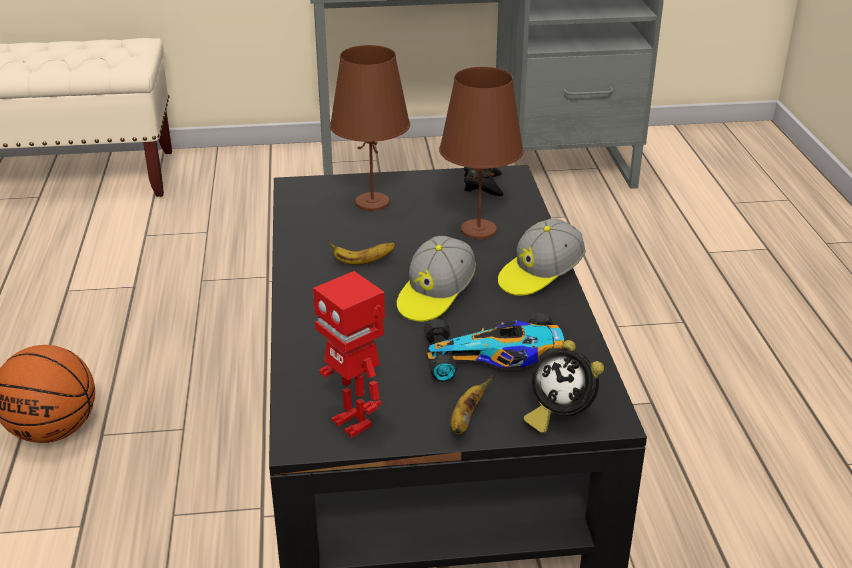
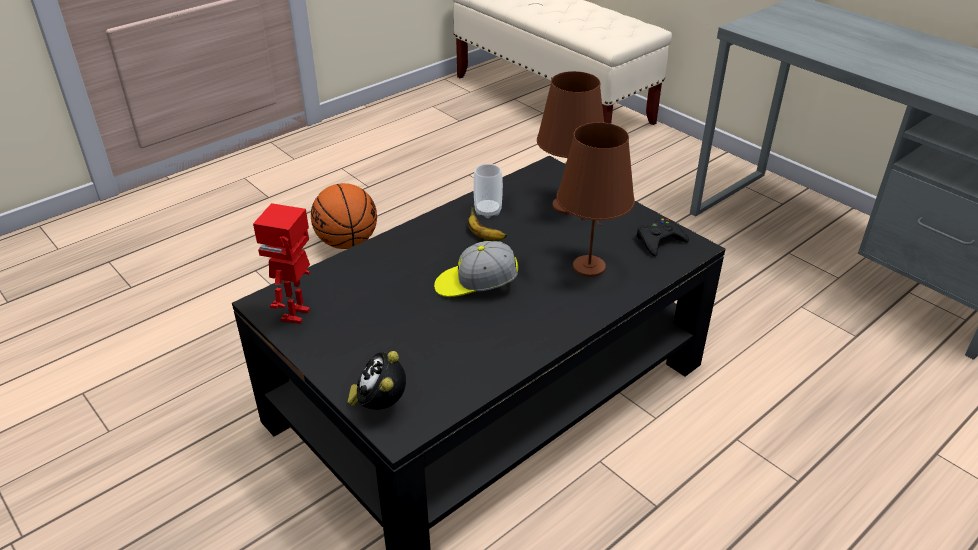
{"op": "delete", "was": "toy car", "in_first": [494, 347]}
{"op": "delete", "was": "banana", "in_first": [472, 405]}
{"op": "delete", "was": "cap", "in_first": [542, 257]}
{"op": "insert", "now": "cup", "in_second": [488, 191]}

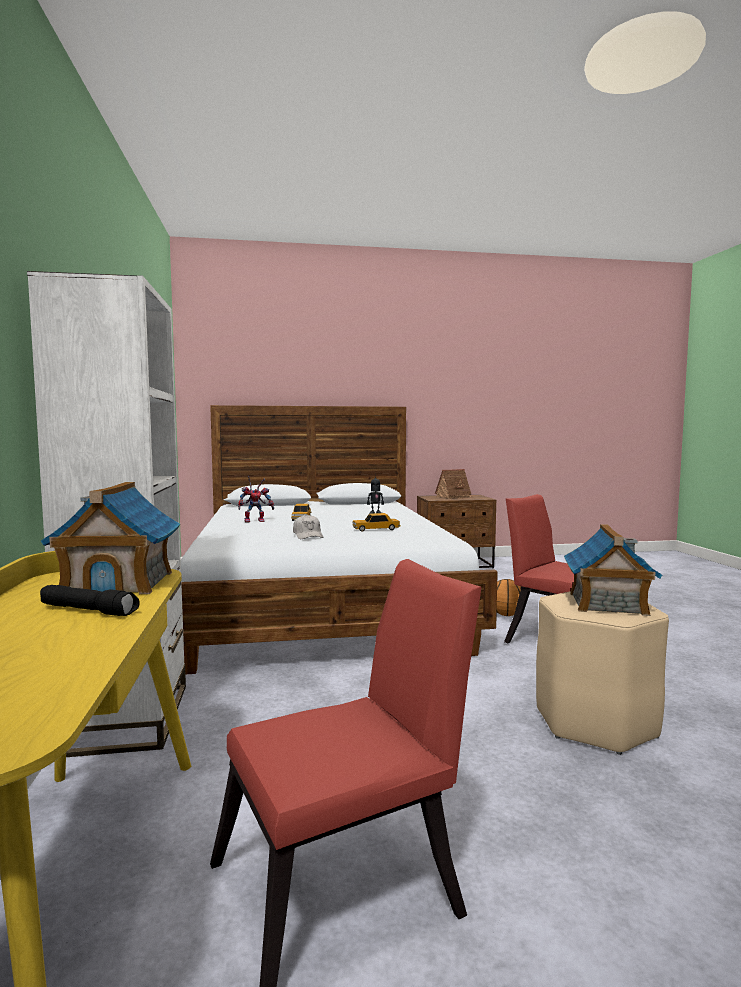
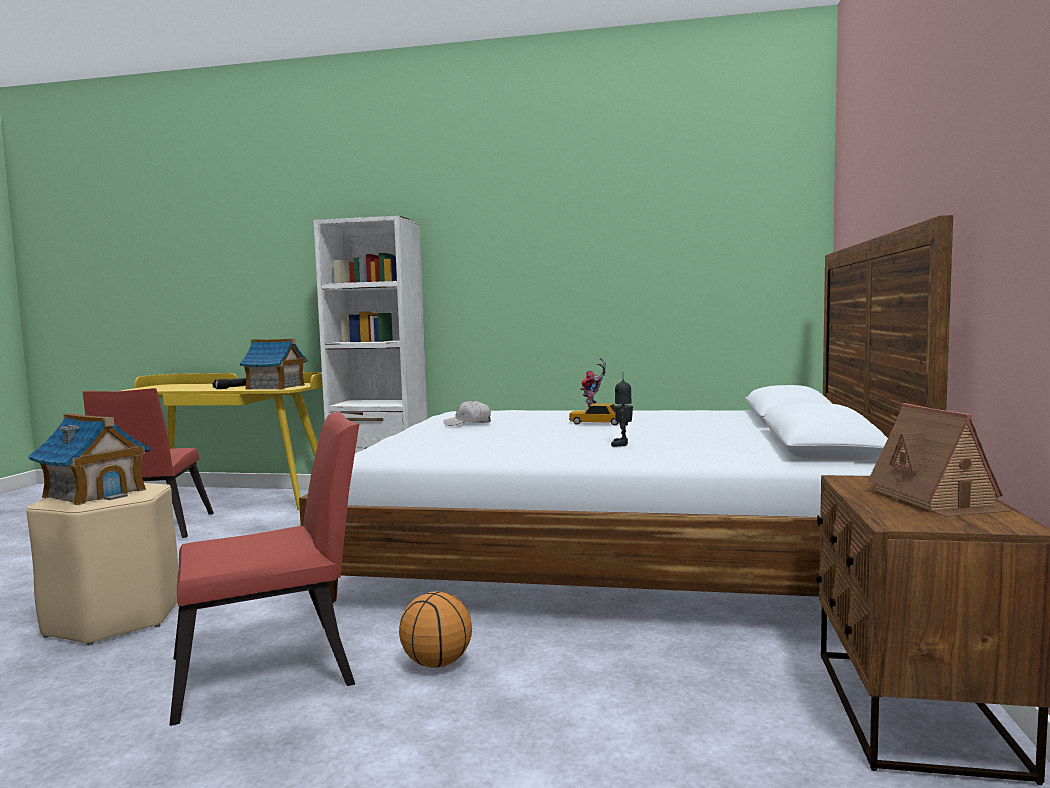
{"op": "delete", "was": "toy car", "in_first": [376, 522]}

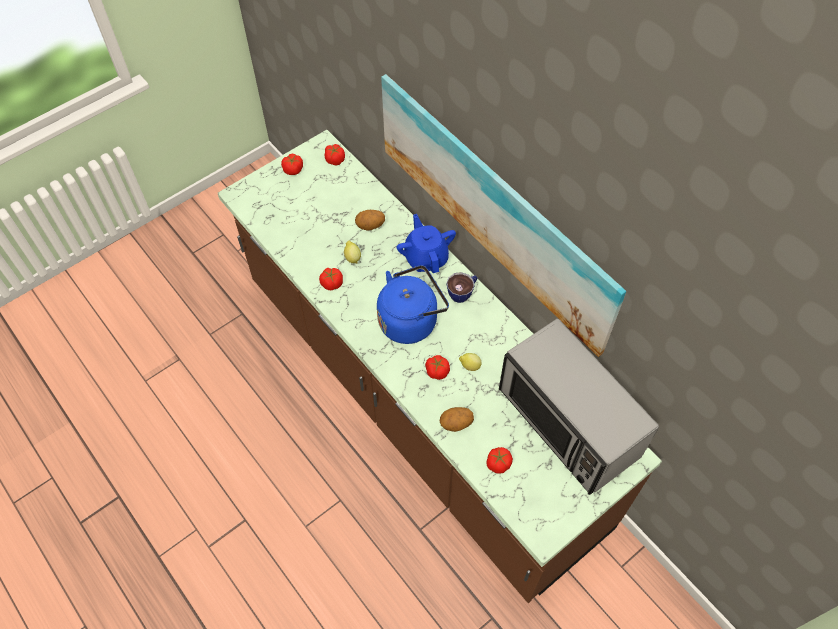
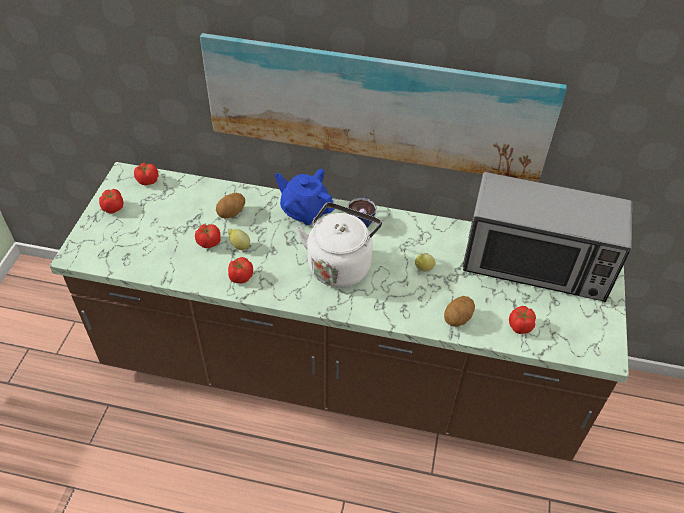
{"op": "recolor", "was": "blue kettle", "now": "white kettle", "in_first": [413, 304], "in_second": [339, 244]}
{"op": "move", "was": "tomato", "in_first": [437, 367], "in_second": [208, 236]}

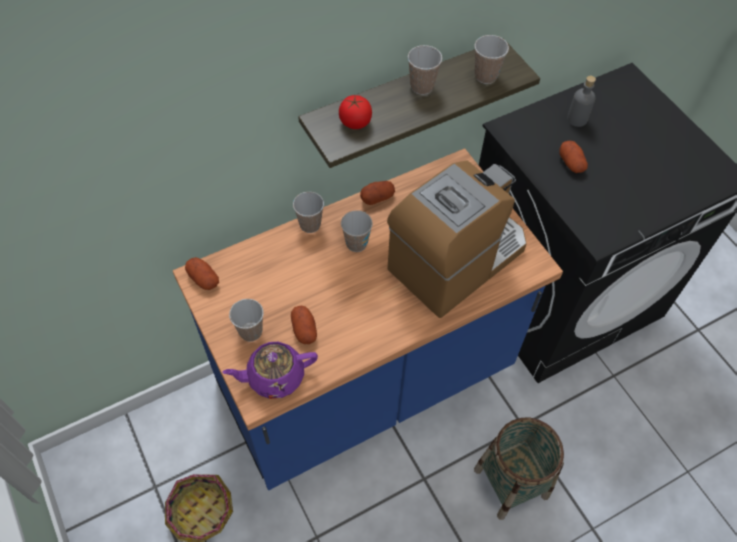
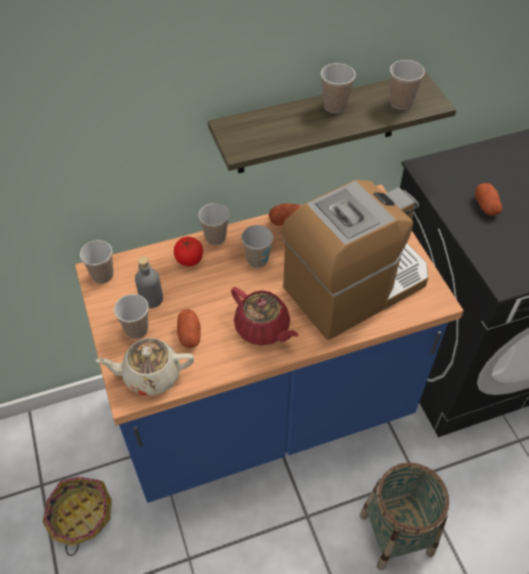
{"op": "replace", "was": "potato", "now": "cup", "in_first": [202, 273], "in_second": [96, 262]}
{"op": "recolor", "was": "purple teapot", "now": "beige teapot", "in_first": [270, 370], "in_second": [145, 367]}
{"op": "move", "was": "tomato", "in_first": [355, 112], "in_second": [188, 251]}
{"op": "move", "was": "grey bottle", "in_first": [581, 101], "in_second": [149, 282]}
{"op": "insert", "now": "red teapot", "in_second": [264, 316]}

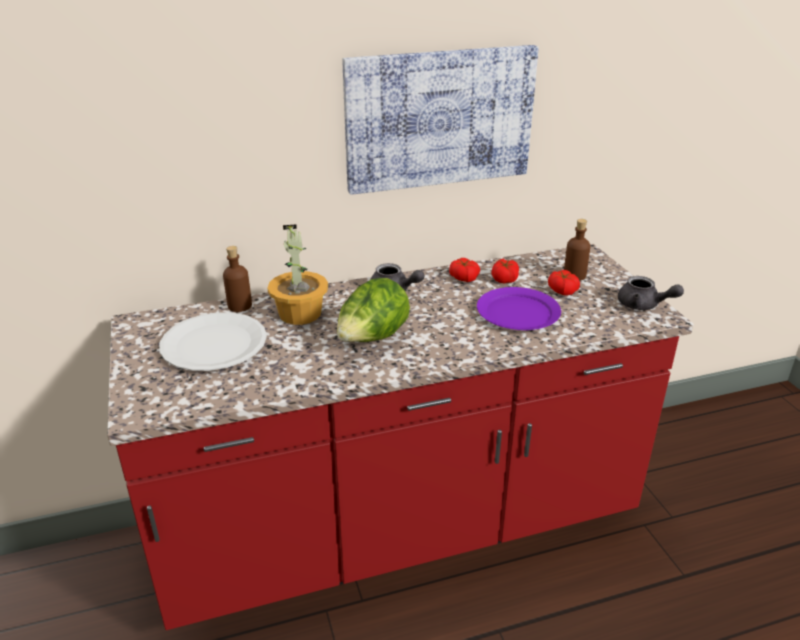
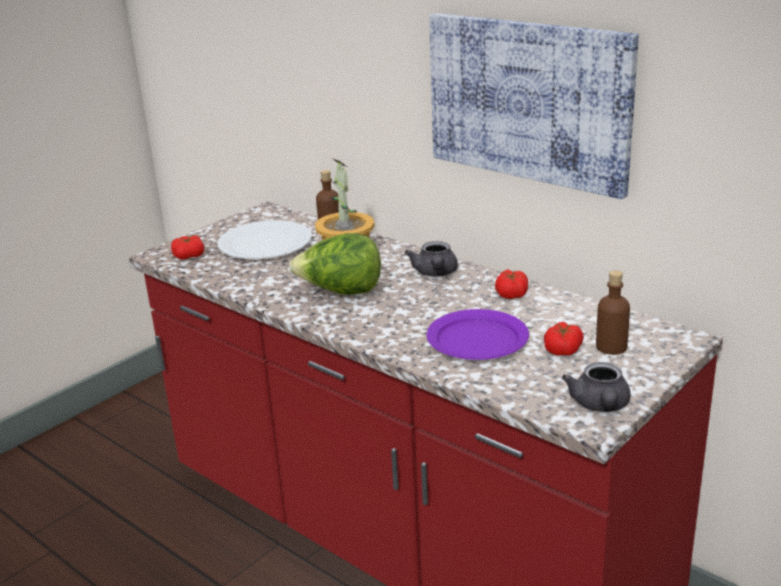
{"op": "move", "was": "tomato", "in_first": [505, 271], "in_second": [187, 247]}

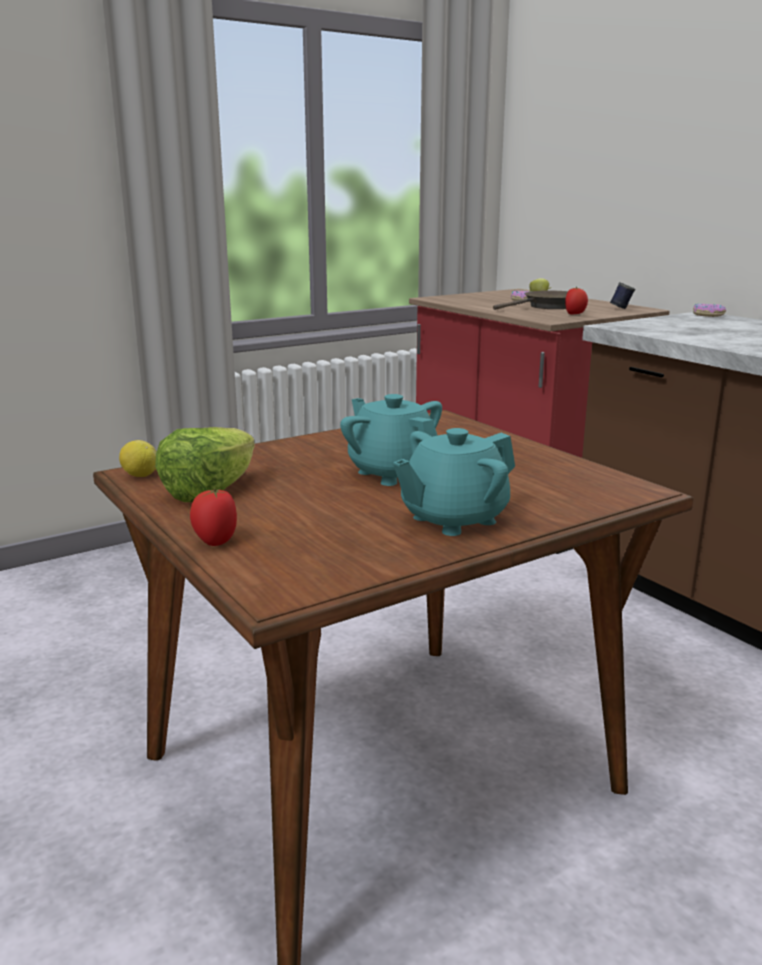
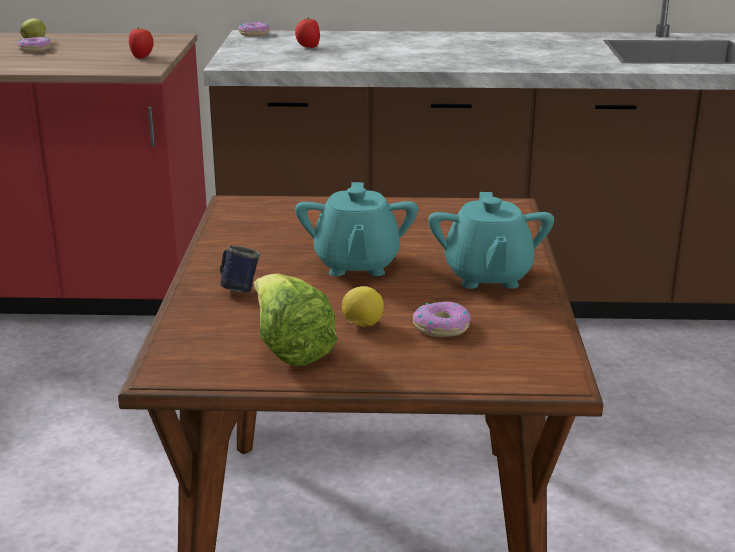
{"op": "move", "was": "lemon", "in_first": [137, 458], "in_second": [363, 306]}
{"op": "move", "was": "tomato", "in_first": [213, 517], "in_second": [307, 33]}
{"op": "rotate", "was": "turquoise teapot", "in_first": [391, 440], "in_second": [356, 229], "clockwise": -90}
{"op": "delete", "was": "brown frying pan", "in_first": [530, 300]}
{"op": "move", "was": "blue mug", "in_first": [622, 295], "in_second": [240, 269]}
{"op": "insert", "now": "donut", "in_second": [442, 319]}

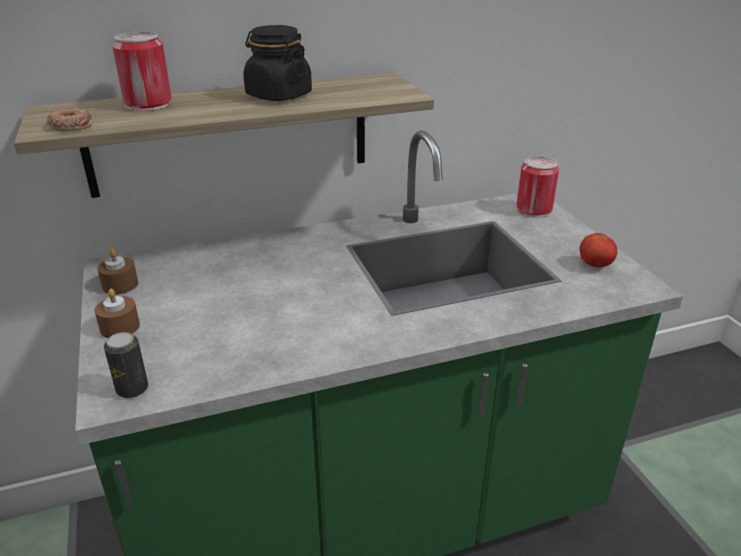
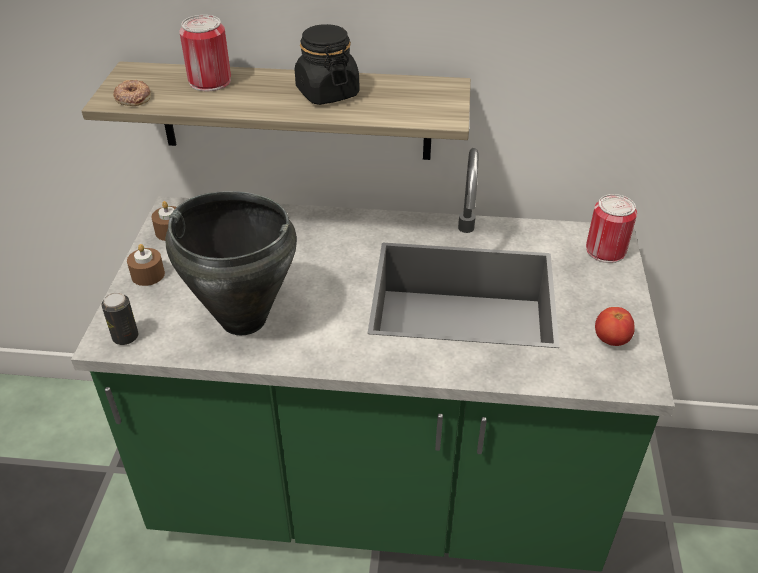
{"op": "insert", "now": "black cooking pot", "in_second": [231, 263]}

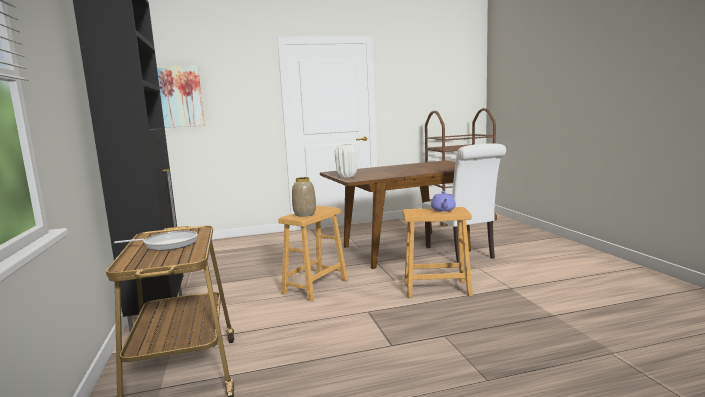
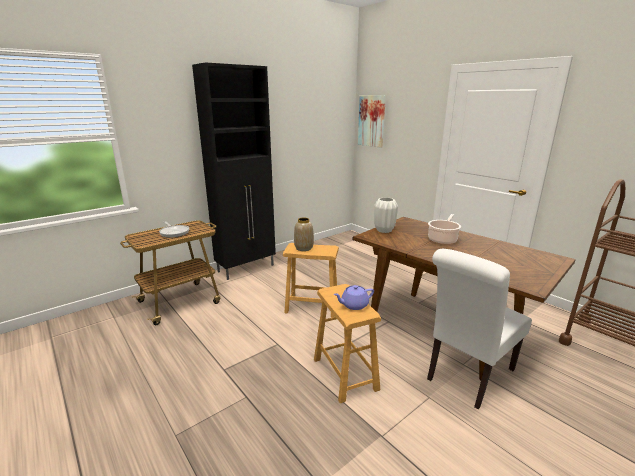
{"op": "insert", "now": "cooking pot", "in_second": [444, 229]}

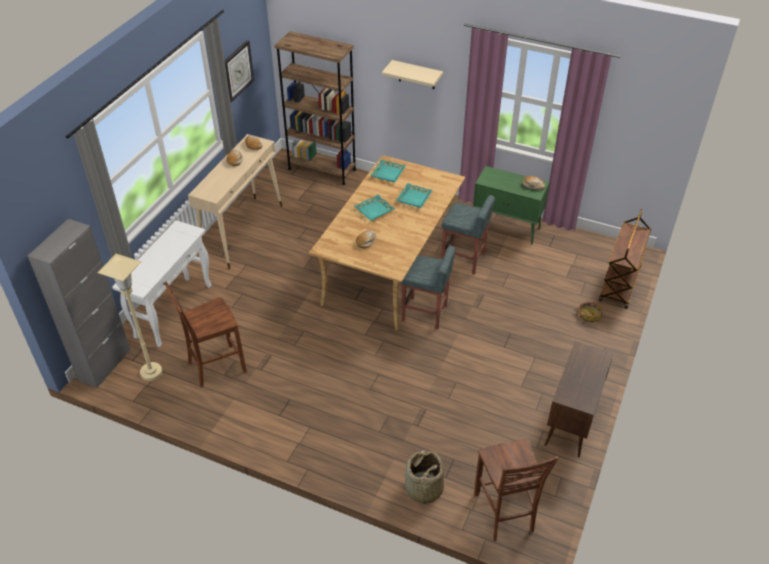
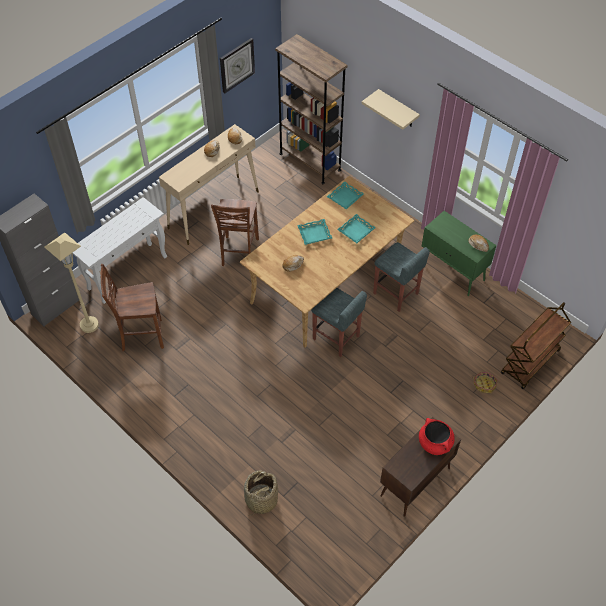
{"op": "move", "was": "brown chair", "in_first": [516, 490], "in_second": [235, 232]}
{"op": "insert", "now": "red cooking pot", "in_second": [437, 436]}

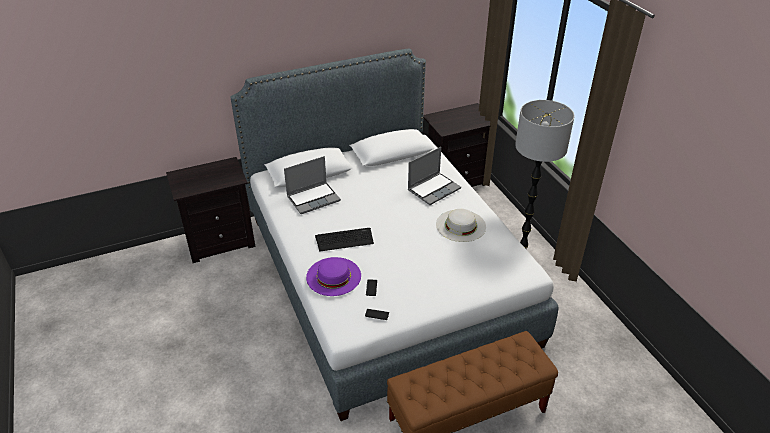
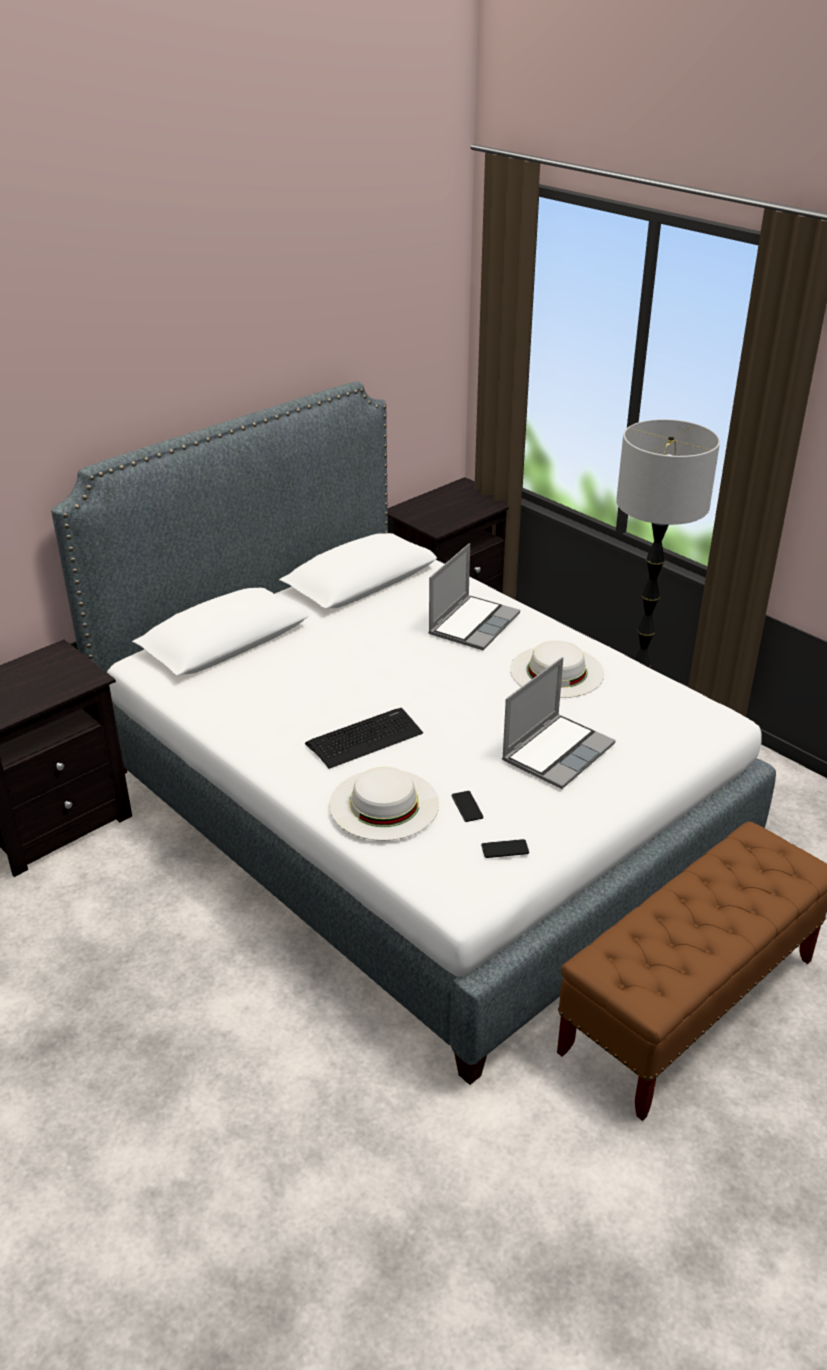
{"op": "move", "was": "laptop", "in_first": [312, 185], "in_second": [559, 723]}
{"op": "recolor", "was": "purple hat", "now": "white hat", "in_first": [333, 276], "in_second": [384, 804]}

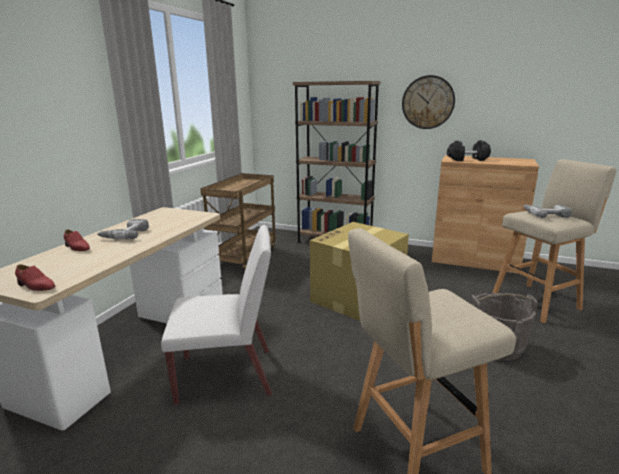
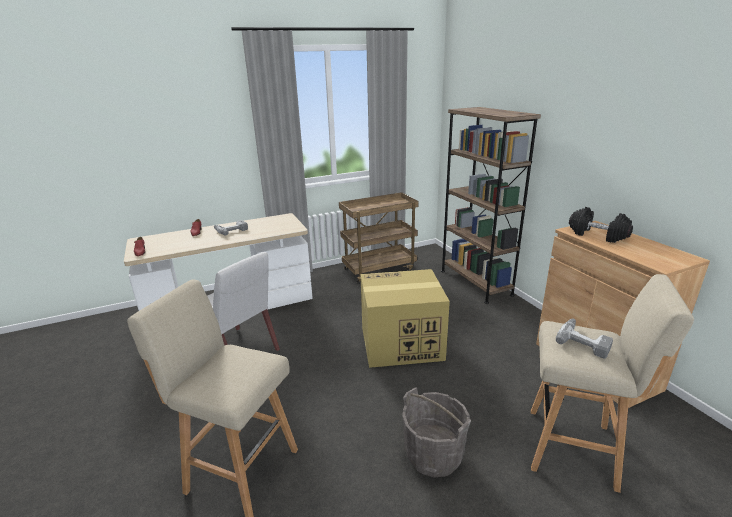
{"op": "delete", "was": "wall clock", "in_first": [428, 102]}

